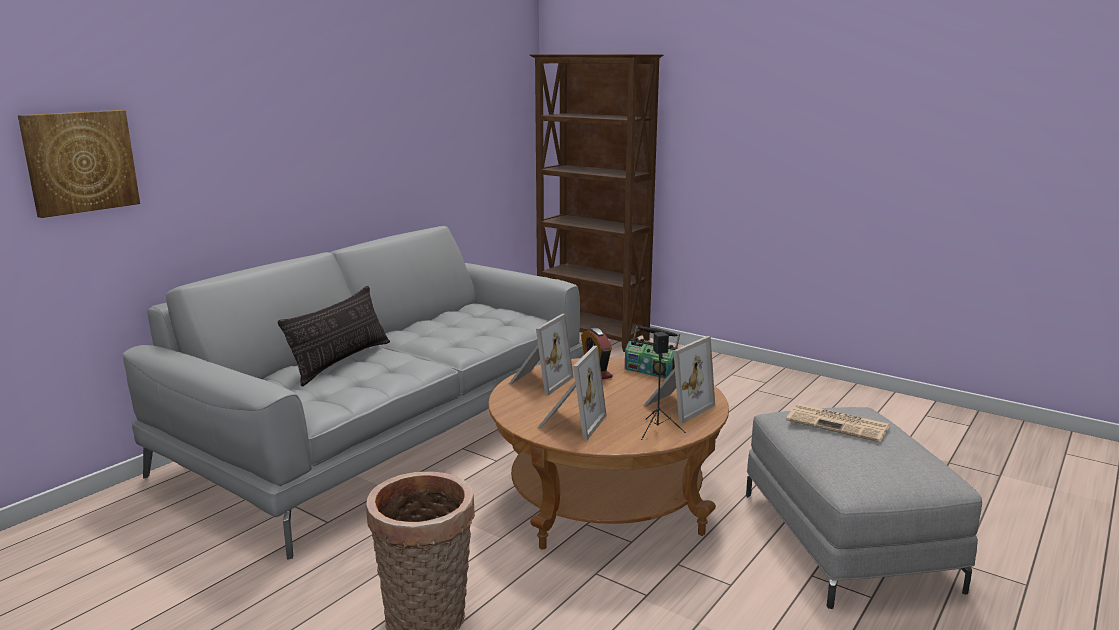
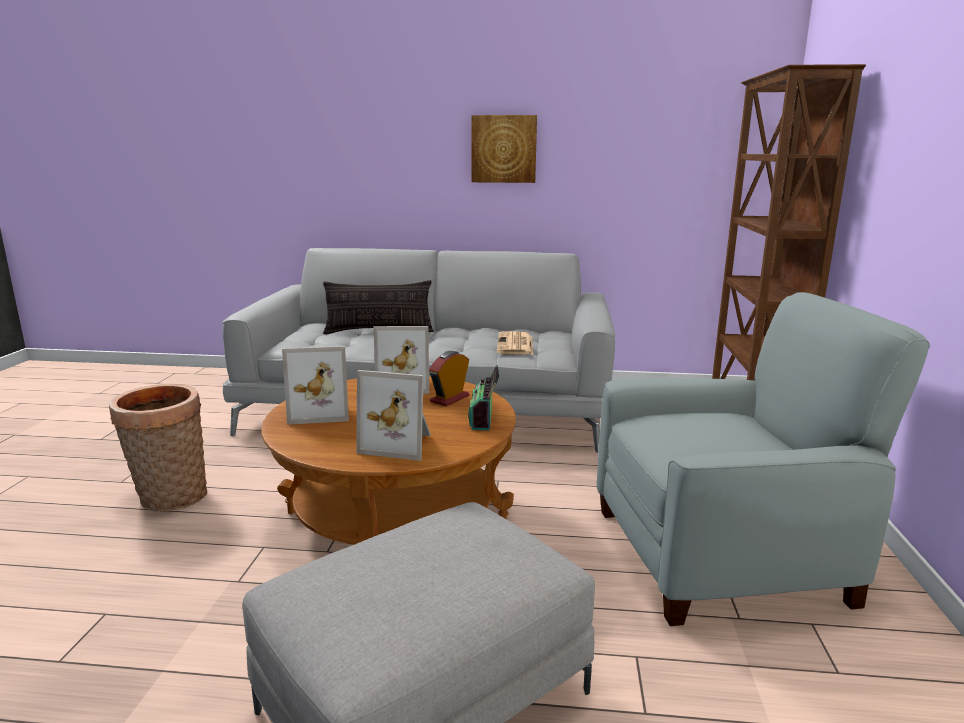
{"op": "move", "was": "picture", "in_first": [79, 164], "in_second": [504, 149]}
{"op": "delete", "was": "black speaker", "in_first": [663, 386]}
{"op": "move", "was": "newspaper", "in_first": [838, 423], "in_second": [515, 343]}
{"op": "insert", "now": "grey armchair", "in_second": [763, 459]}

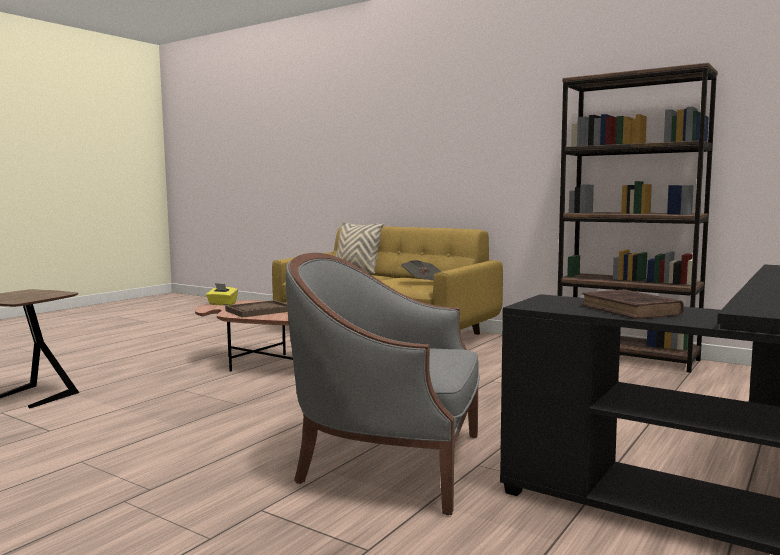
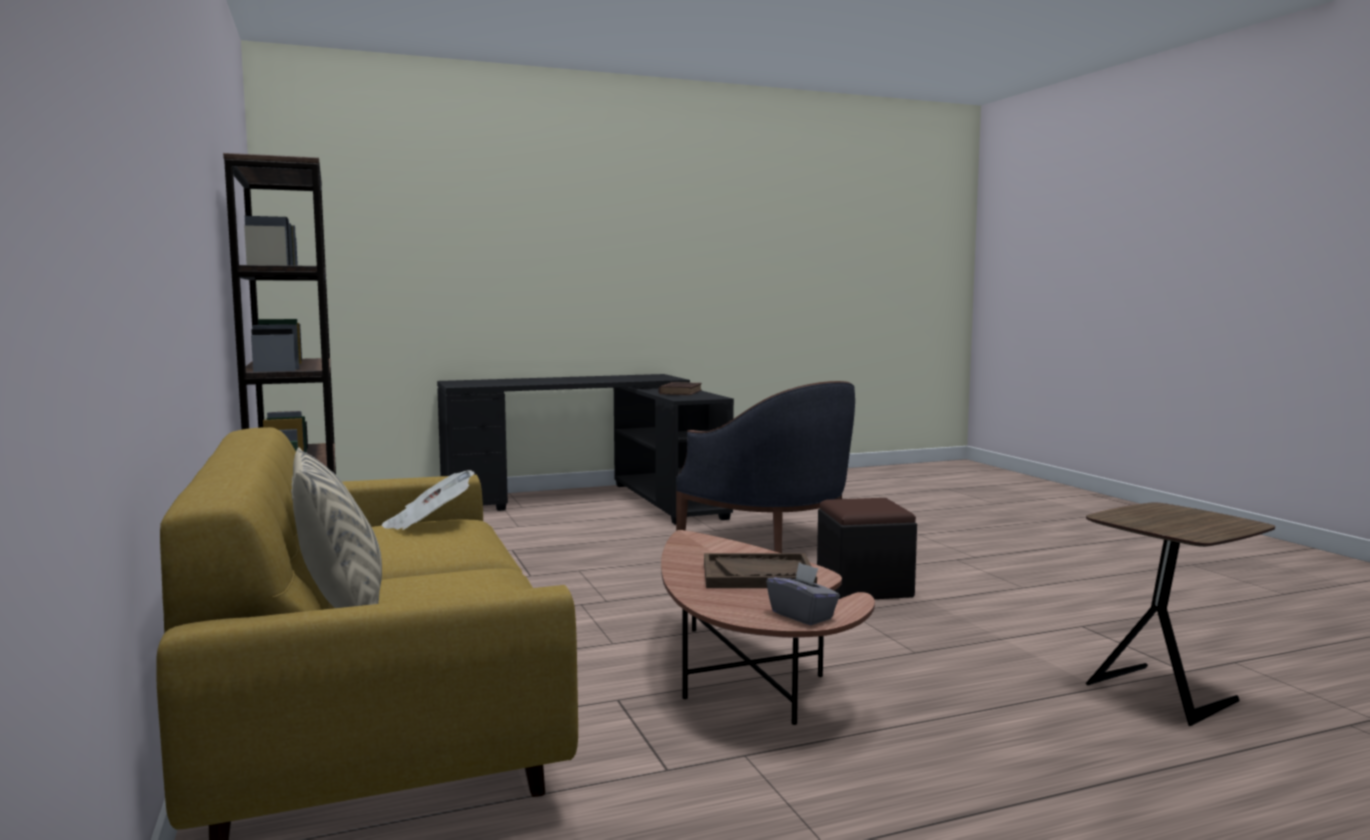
{"op": "recolor", "was": "yellow tissue box", "now": "grey tissue box", "in_first": [222, 294], "in_second": [803, 593]}
{"op": "recolor", "was": "grey armchair", "now": "blue armchair", "in_first": [383, 384], "in_second": [765, 467]}
{"op": "insert", "now": "black ottoman", "in_second": [867, 548]}

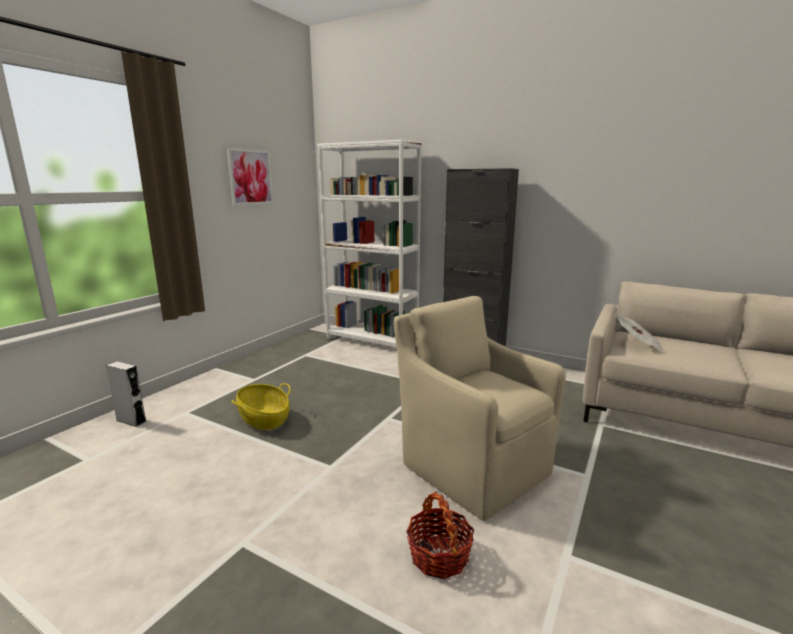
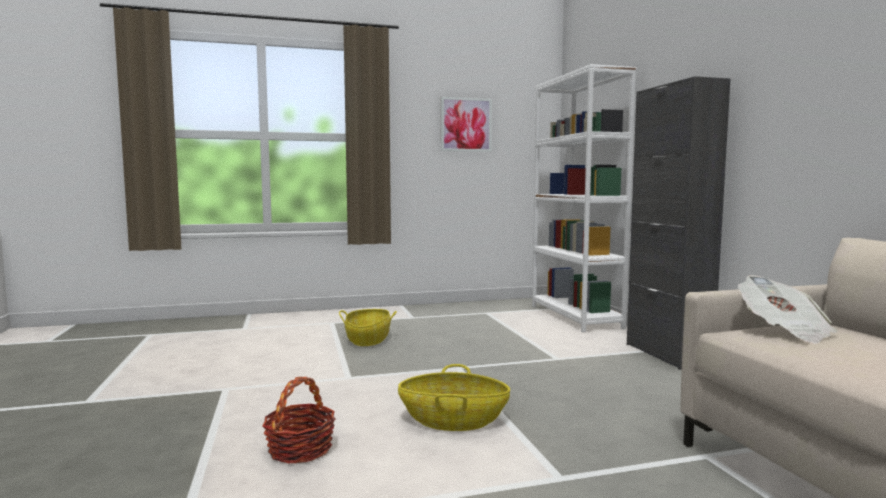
{"op": "delete", "was": "grey speaker", "in_first": [126, 394]}
{"op": "replace", "was": "beige armchair", "now": "basket", "in_first": [480, 408], "in_second": [454, 397]}

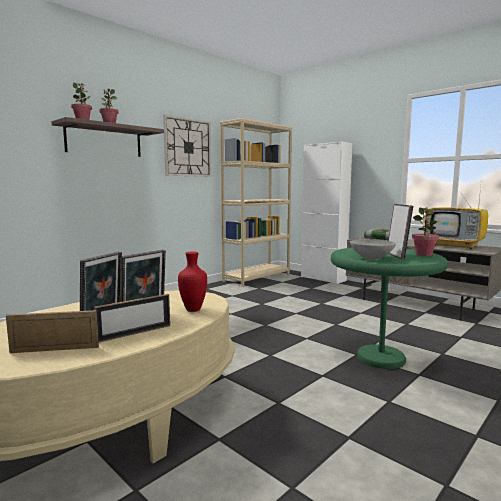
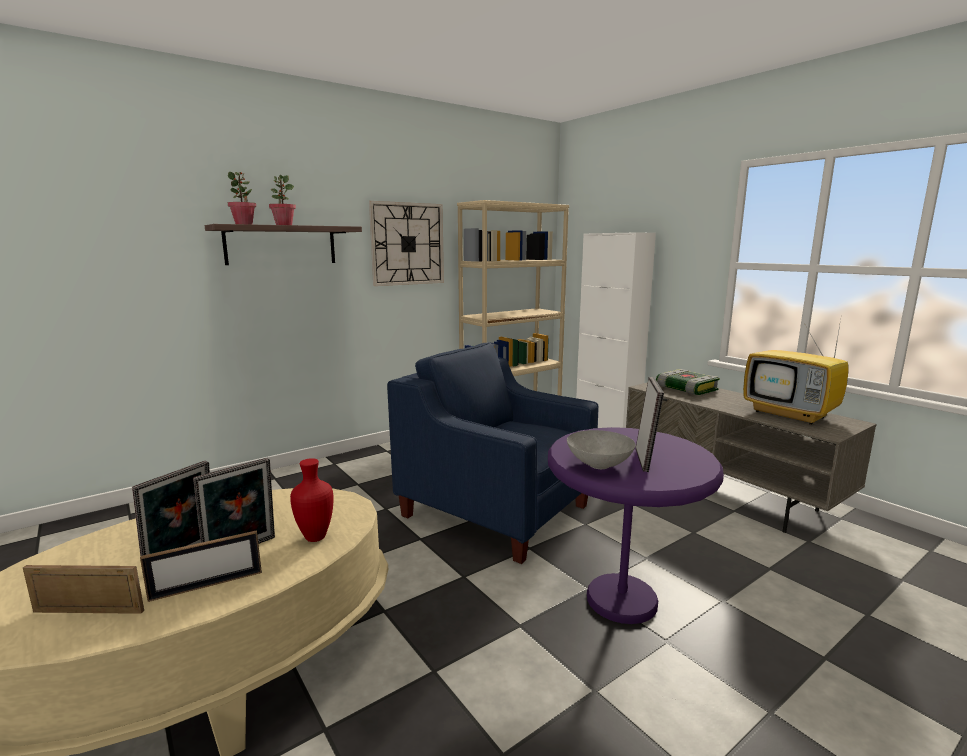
{"op": "recolor", "was": "green side table", "now": "purple side table", "in_first": [389, 308], "in_second": [636, 525]}
{"op": "delete", "was": "potted plant", "in_first": [425, 231]}
{"op": "insert", "now": "blue armchair", "in_second": [493, 453]}

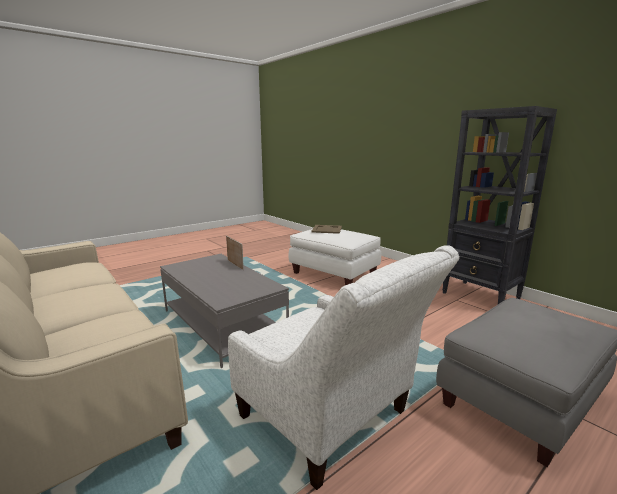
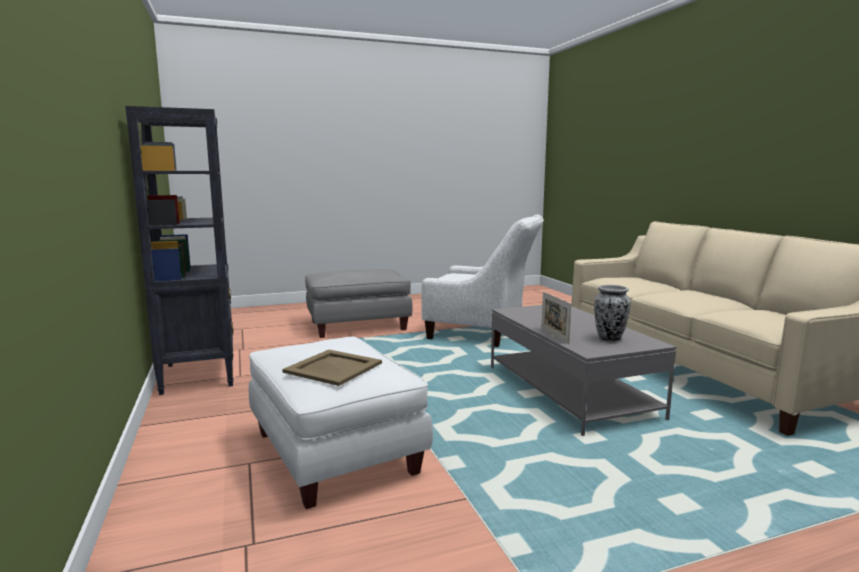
{"op": "rotate", "was": "white armchair", "in_first": [344, 367], "in_second": [482, 281], "clockwise": 135}
{"op": "insert", "now": "vase", "in_second": [612, 313]}

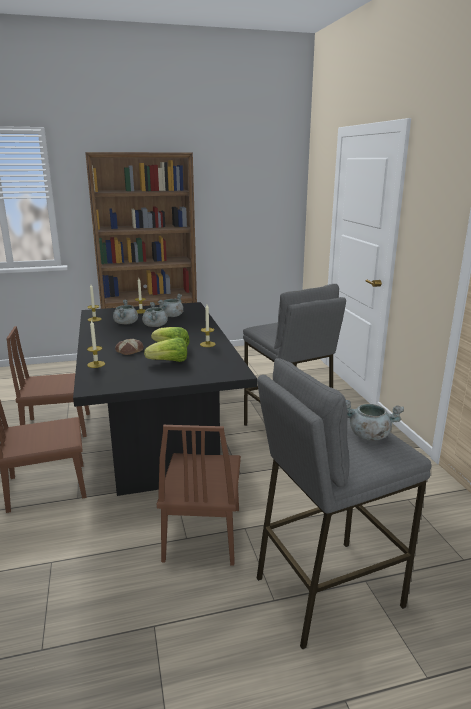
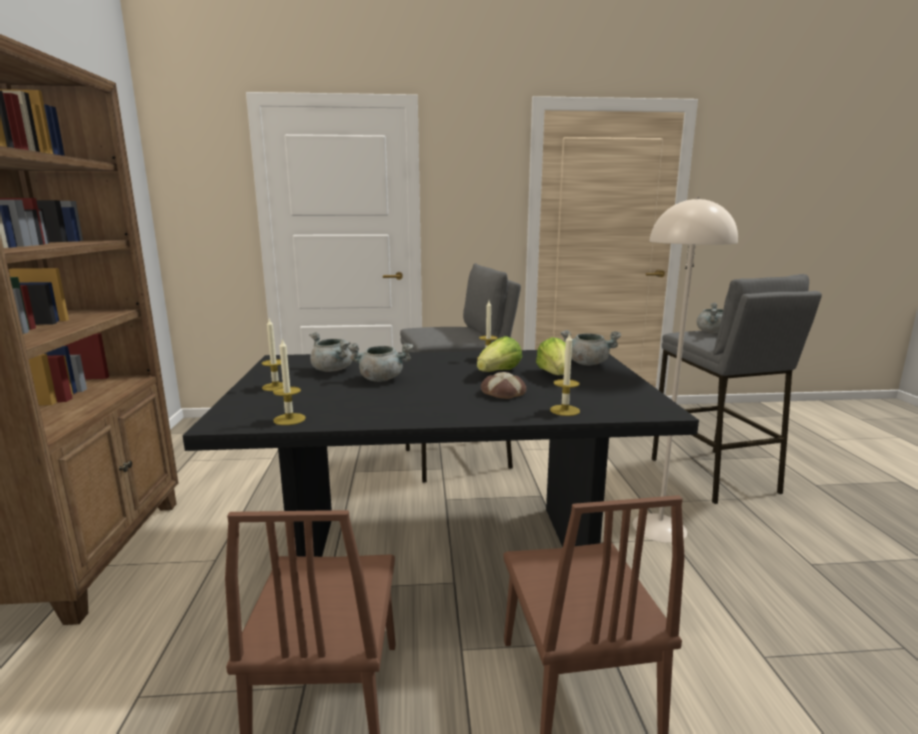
{"op": "move", "was": "grey cooking pot", "in_first": [125, 312], "in_second": [591, 347]}
{"op": "replace", "was": "brown chair", "now": "beige floor lamp", "in_first": [199, 495], "in_second": [685, 370]}

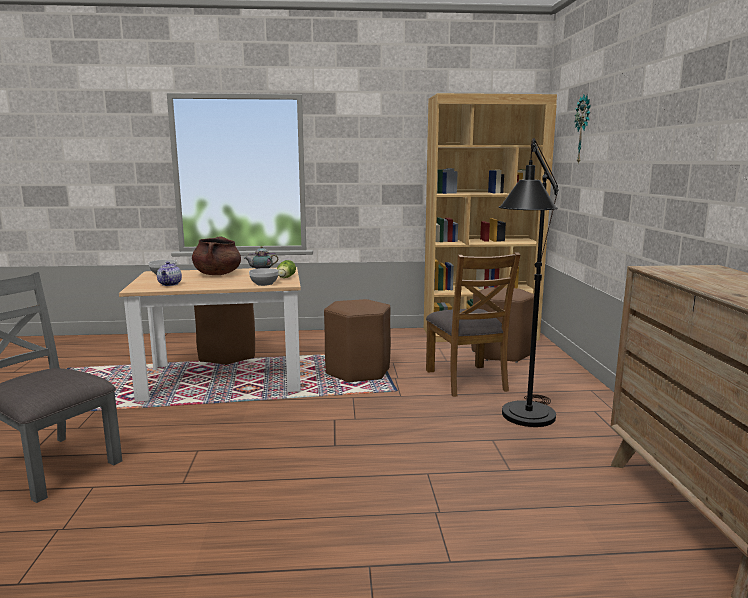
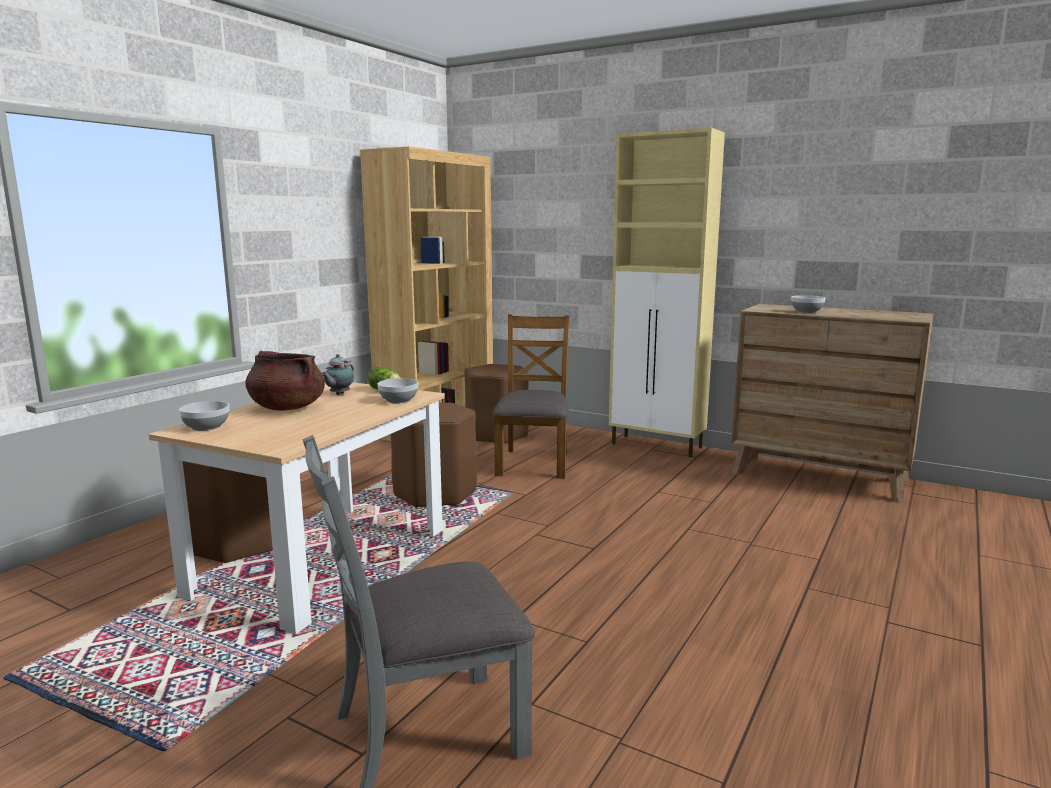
{"op": "delete", "was": "teapot", "in_first": [169, 274]}
{"op": "rotate", "was": "brown chair", "in_first": [473, 324], "in_second": [530, 397], "clockwise": -105}
{"op": "delete", "was": "black floor lamp", "in_first": [528, 282]}
{"op": "delete", "was": "wall clock", "in_first": [583, 129]}
{"op": "insert", "now": "beige cabinet", "in_second": [667, 292]}
{"op": "insert", "now": "bowl", "in_second": [808, 304]}

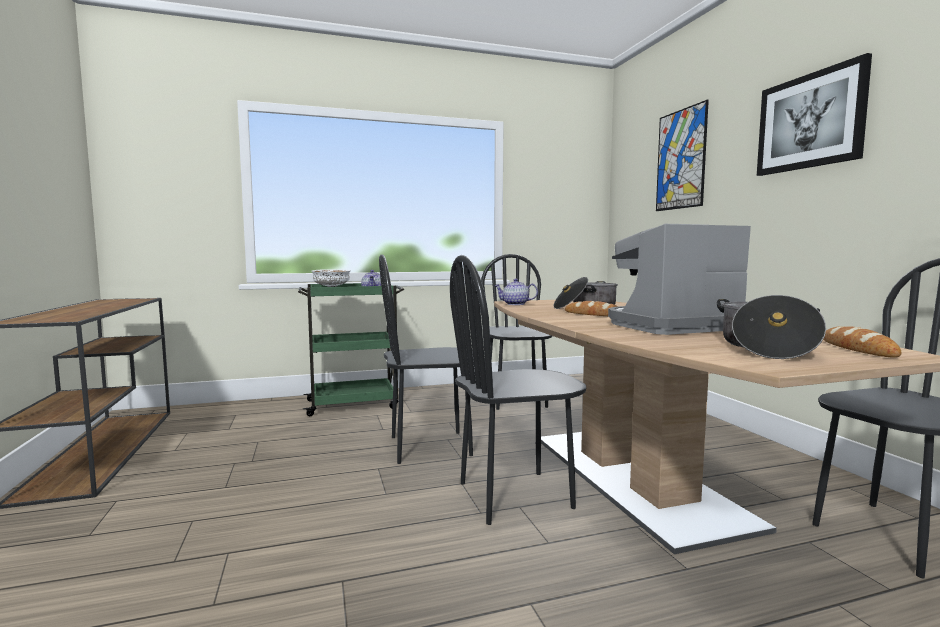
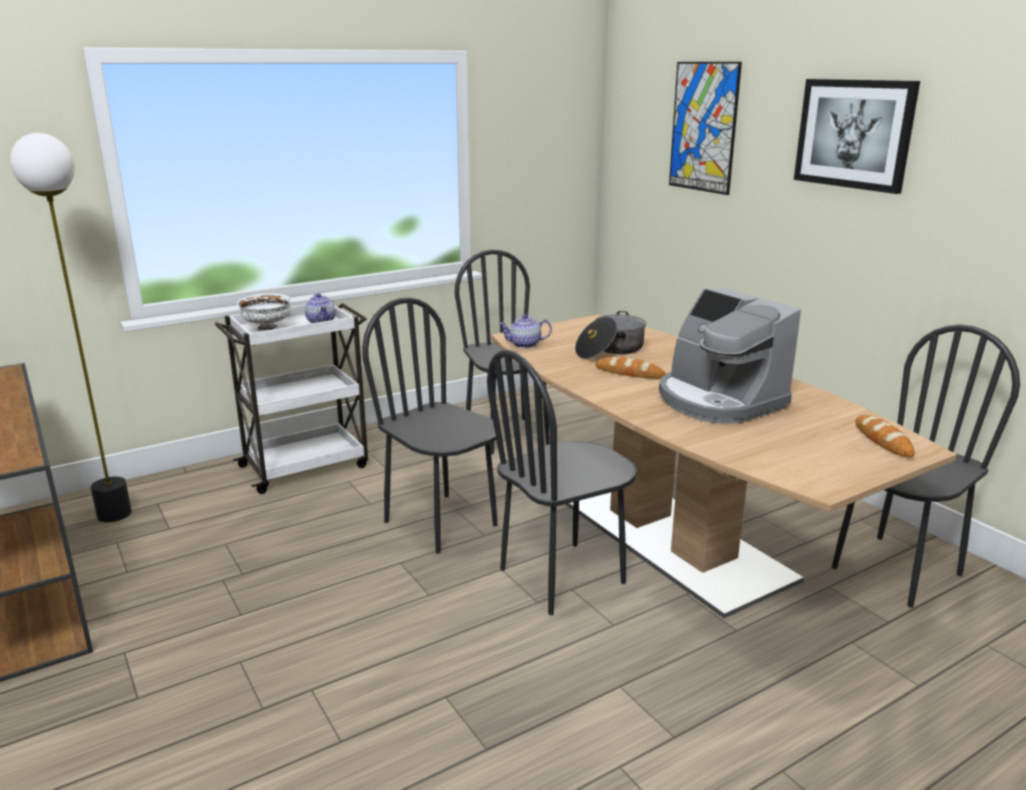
{"op": "recolor", "was": "green cart", "now": "white cart", "in_first": [351, 349], "in_second": [291, 397]}
{"op": "rotate", "was": "black chair", "in_first": [426, 359], "in_second": [430, 425], "clockwise": 75}
{"op": "rotate", "was": "coffee machine", "in_first": [679, 279], "in_second": [730, 355], "clockwise": -90}
{"op": "delete", "was": "cooking pot", "in_first": [771, 327]}
{"op": "insert", "now": "floor lamp", "in_second": [71, 327]}

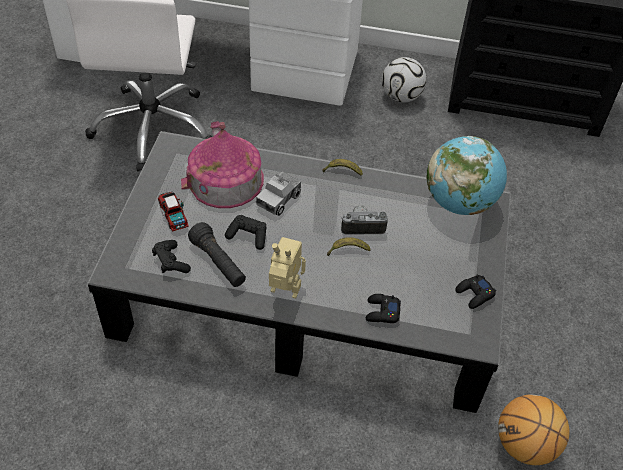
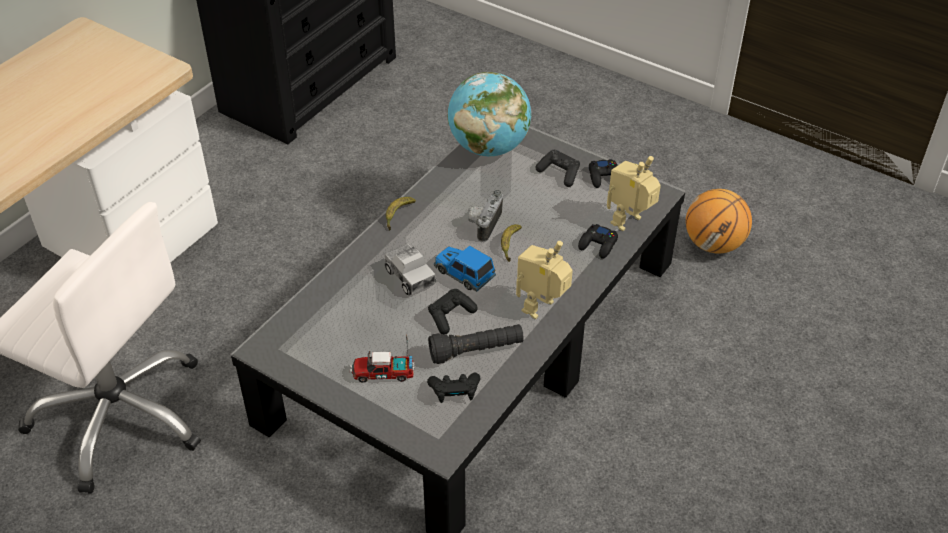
{"op": "delete", "was": "toy house", "in_first": [222, 164]}
{"op": "delete", "was": "football", "in_first": [404, 79]}
{"op": "insert", "now": "toy car", "in_second": [465, 269]}
{"op": "insert", "now": "black game controller", "in_second": [557, 168]}
{"op": "insert", "now": "toy robot", "in_second": [634, 193]}

